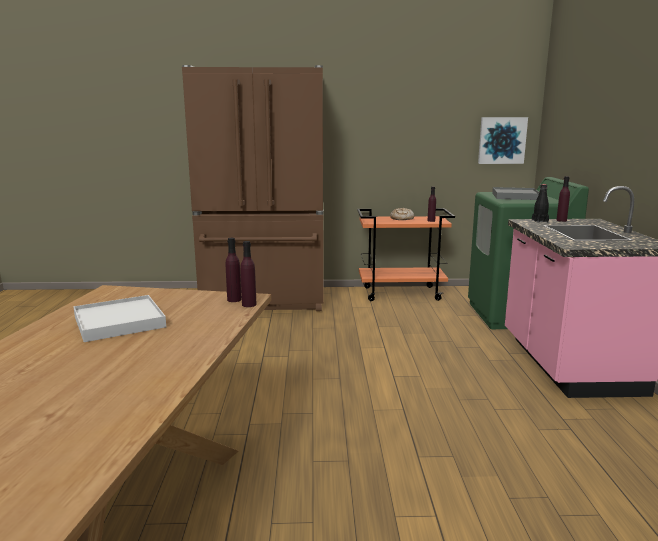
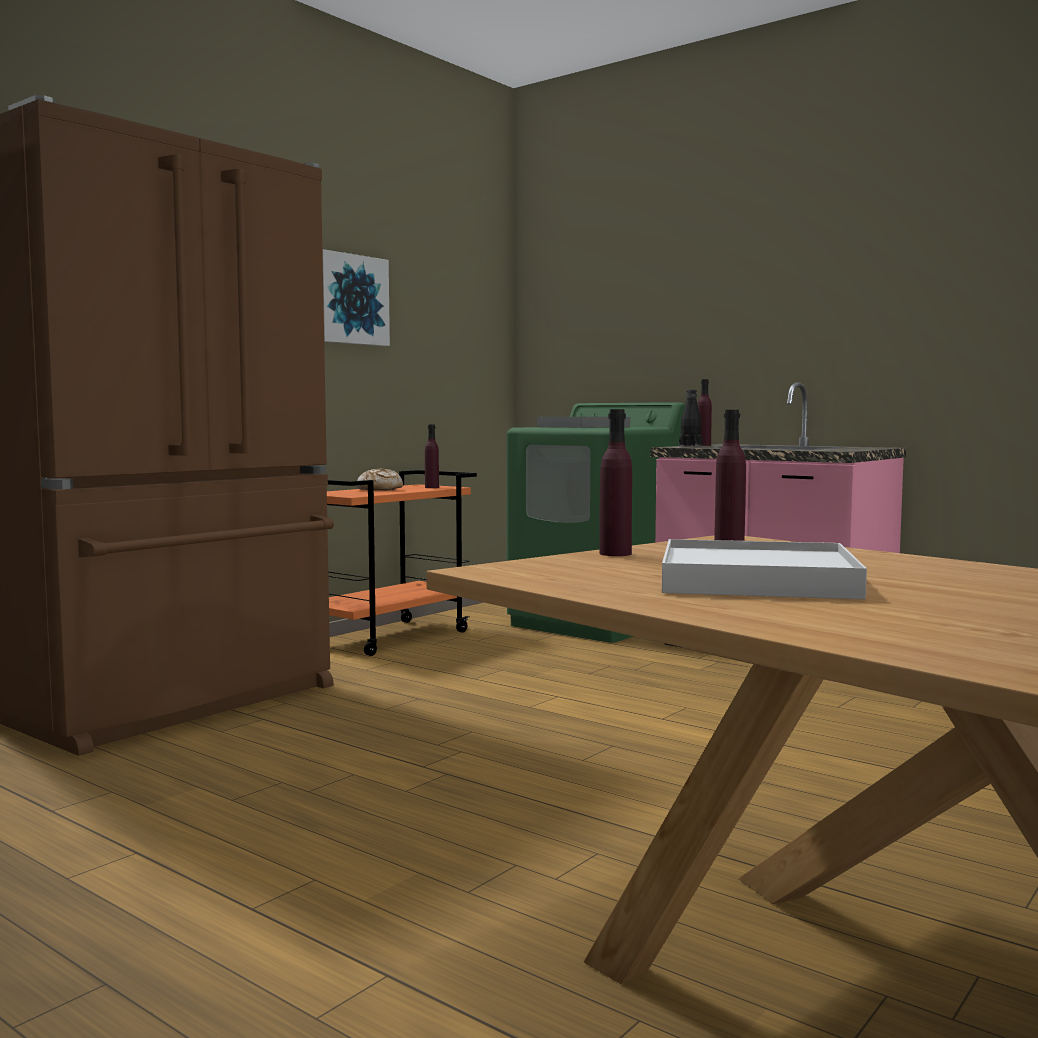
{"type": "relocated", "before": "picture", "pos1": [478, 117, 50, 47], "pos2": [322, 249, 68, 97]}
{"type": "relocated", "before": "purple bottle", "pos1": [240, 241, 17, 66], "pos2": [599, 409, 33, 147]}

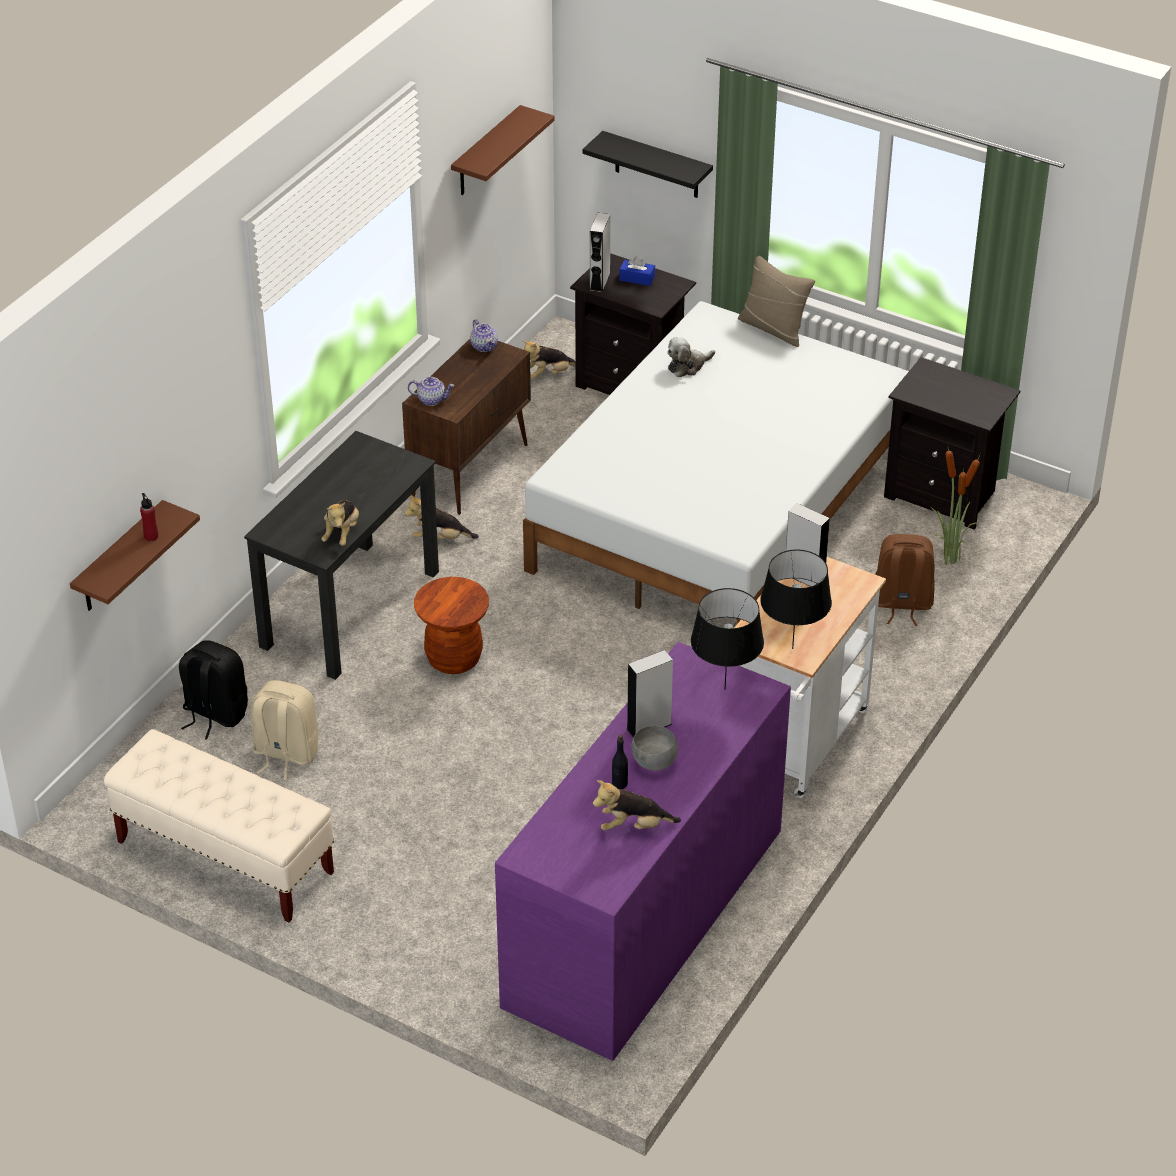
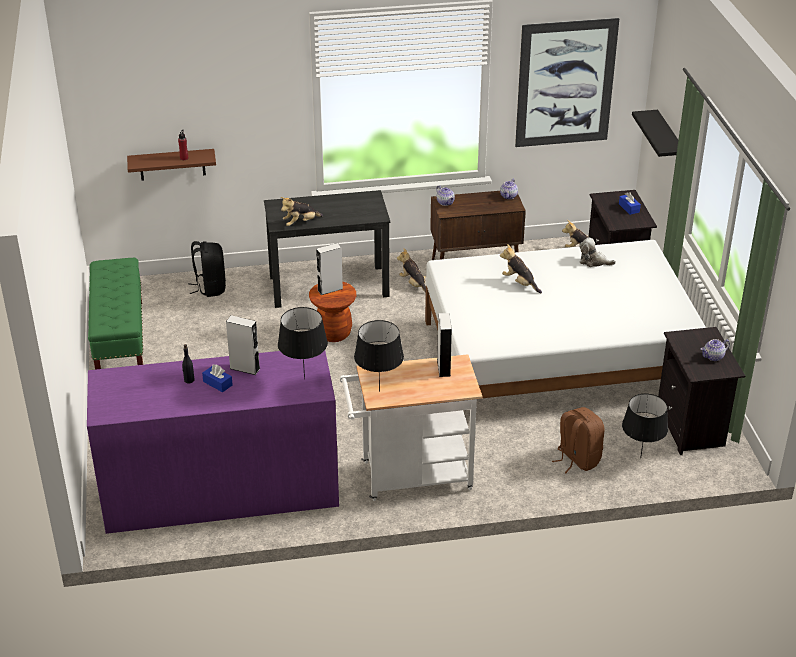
{"type": "colour", "before": "beige bench", "after": "green bench", "pos1": [104, 729, 230, 194], "pos2": [88, 258, 55, 112]}
{"type": "exchanged", "before": "grey bowl", "after": "blue tissue box", "pos1": [632, 725, 46, 46], "pos2": [202, 365, 31, 27]}
{"type": "relocated", "before": "grey speaker", "pos1": [589, 213, 21, 79], "pos2": [316, 243, 27, 52]}
{"type": "relocated", "before": "plush toy", "pos1": [593, 780, 88, 51], "pos2": [500, 244, 42, 49]}
{"type": "exchanged", "before": "brown shelf", "after": "picture", "pos1": [451, 105, 104, 90], "pos2": [515, 18, 104, 129]}
{"type": "exchanged", "before": "potted plant", "after": "black table lamp", "pos1": [930, 449, 50, 116], "pos2": [622, 394, 46, 61]}
{"type": "appeared", "after": "teapot", "pos2": [701, 339, 29, 22]}
{"type": "missing", "before": "beige backpack", "pos1": [252, 680, 66, 100]}
{"type": "missing", "before": "beige pillow", "pos1": [738, 256, 77, 91]}

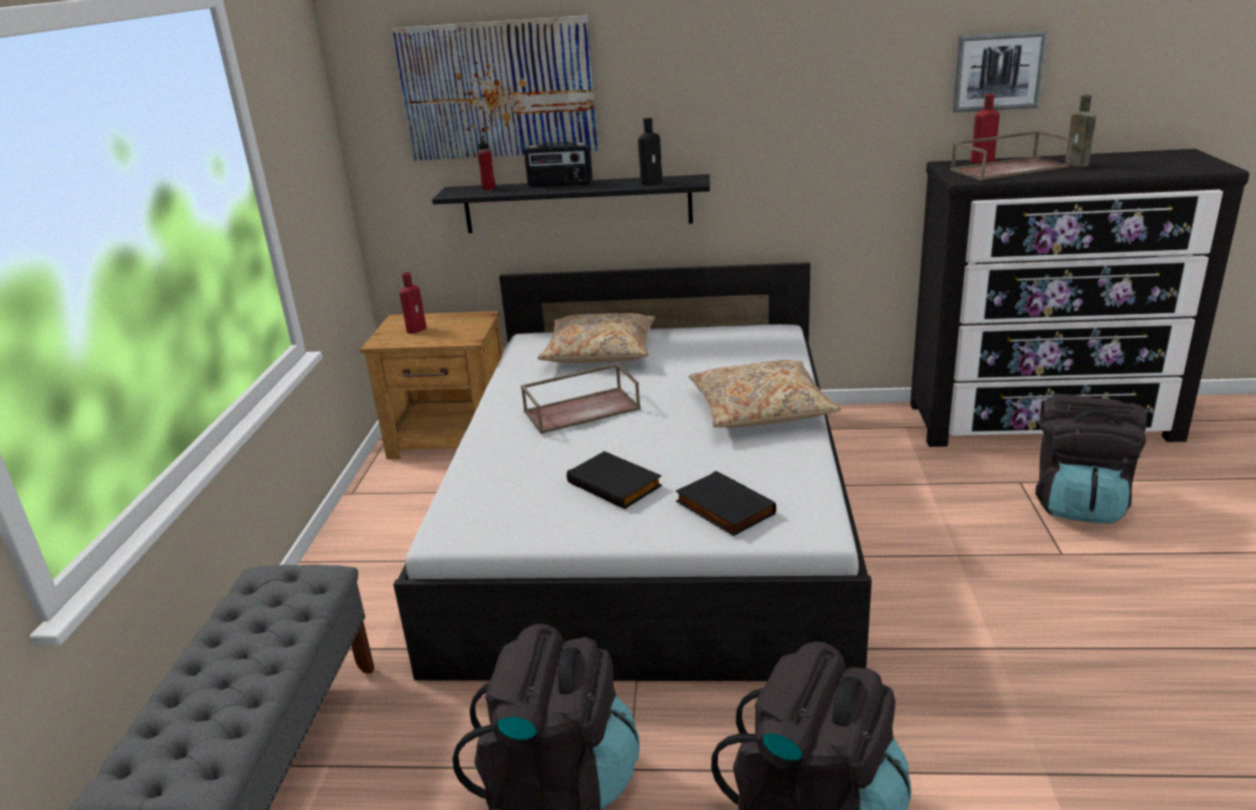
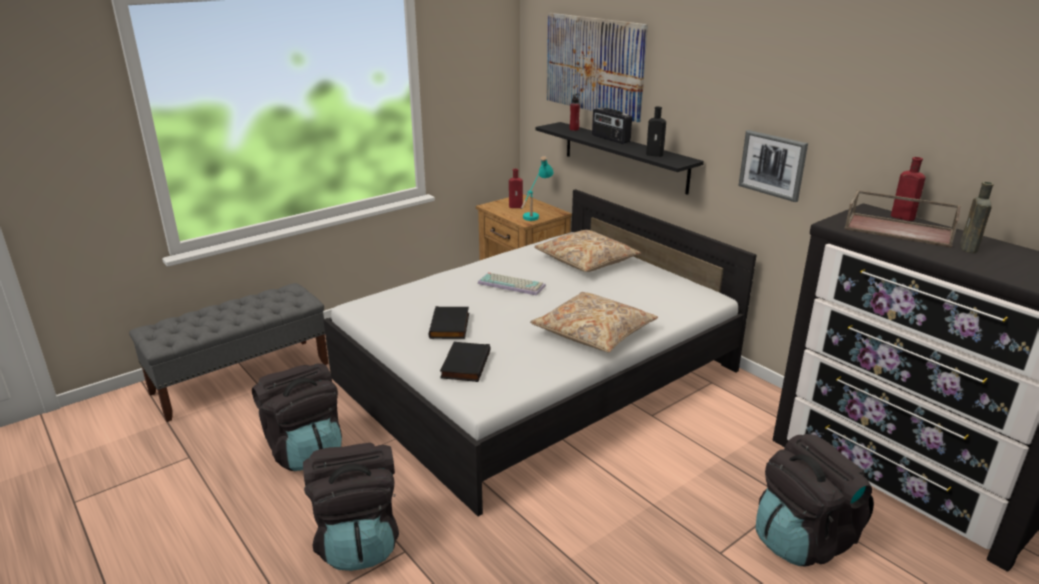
{"type": "exchanged", "before": "brown tray", "after": "keyboard", "pos1": [521, 363, 120, 71], "pos2": [478, 272, 68, 24]}
{"type": "appeared", "after": "turquoise table lamp", "pos2": [521, 156, 33, 65]}
{"type": "relocated", "before": "picture", "pos1": [952, 30, 96, 82], "pos2": [738, 130, 70, 72]}

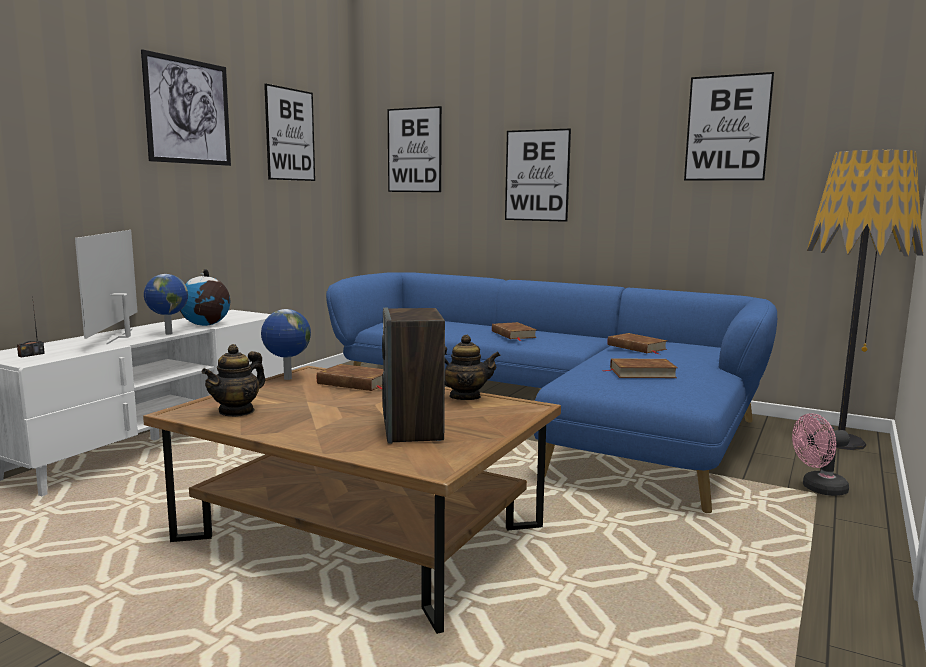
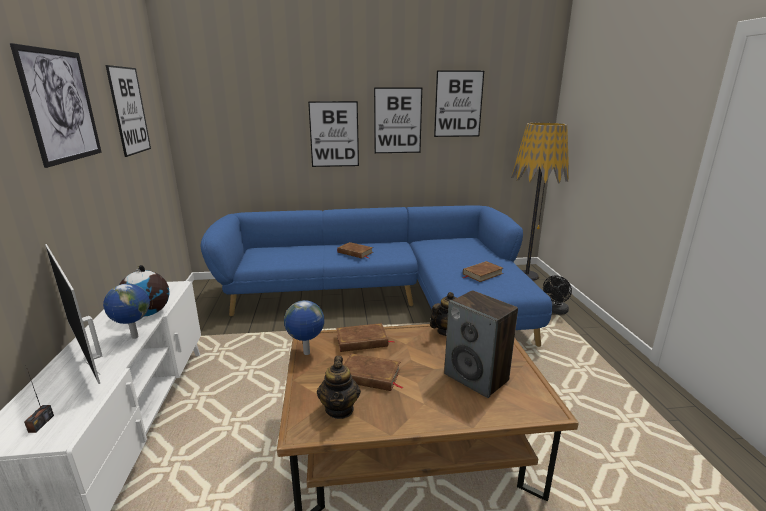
{"type": "relocated", "before": "brown book", "pos1": [607, 333, 61, 21], "pos2": [344, 353, 59, 38]}
{"type": "relocated", "before": "picture", "pos1": [388, 106, 54, 86], "pos2": [374, 88, 48, 65]}
{"type": "colour", "before": "pink fan", "after": "black fan", "pos1": [792, 413, 58, 83], "pos2": [543, 276, 29, 38]}

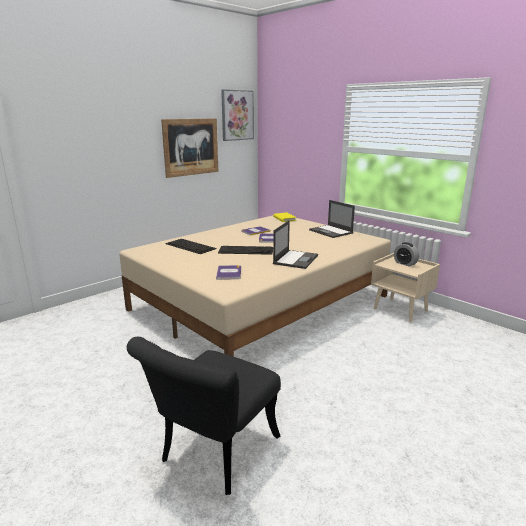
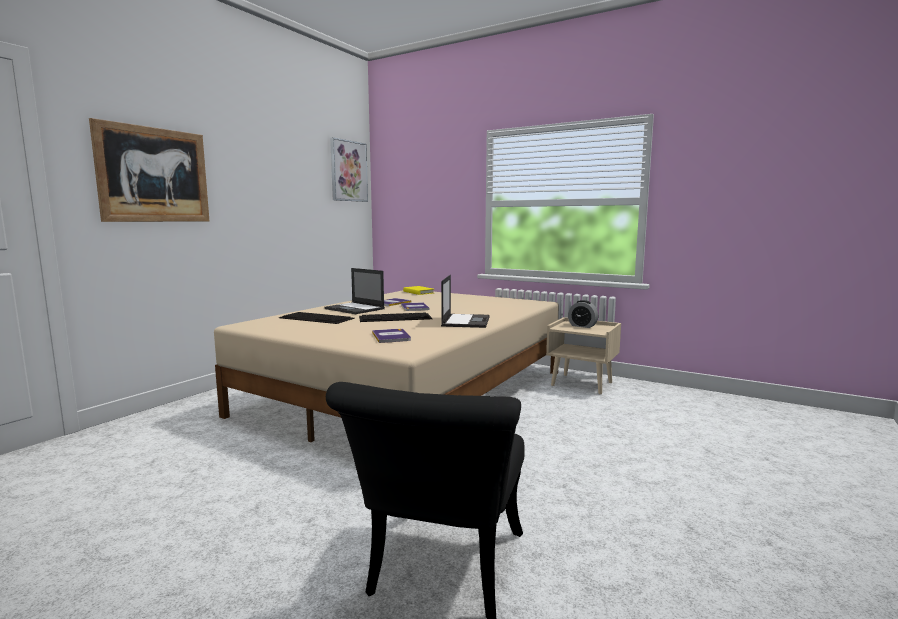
{"type": "relocated", "before": "picture", "pos1": [161, 118, 57, 60], "pos2": [89, 118, 120, 104]}
{"type": "relocated", "before": "laptop", "pos1": [309, 200, 46, 38], "pos2": [324, 268, 61, 46]}

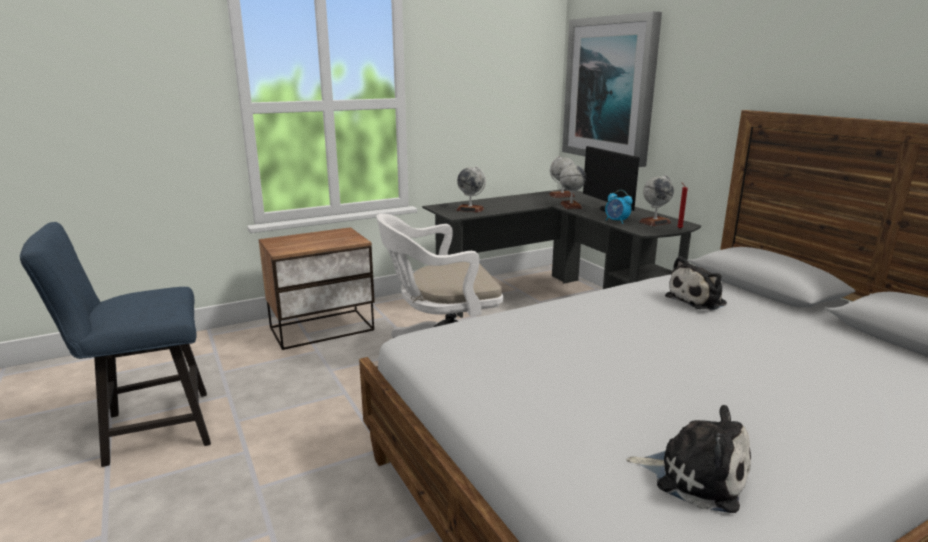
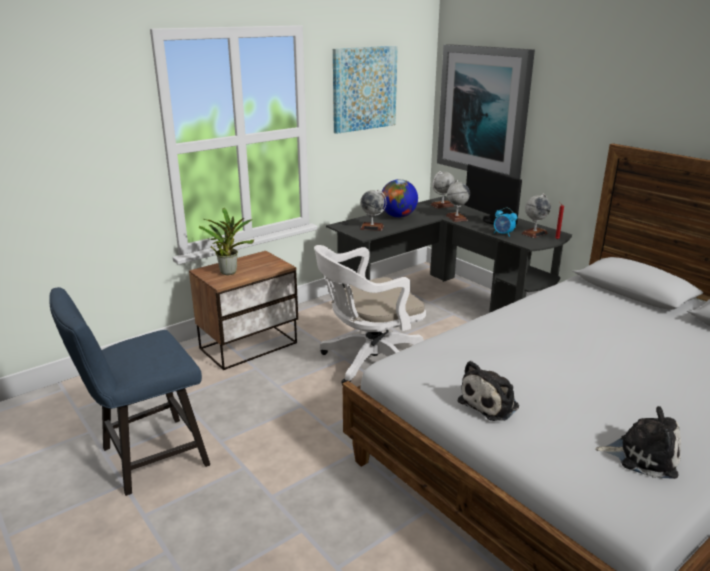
{"type": "appeared", "after": "potted plant", "pos2": [199, 208, 55, 67]}
{"type": "appeared", "after": "picture", "pos2": [333, 46, 65, 88]}
{"type": "appeared", "after": "globe", "pos2": [381, 179, 37, 39]}
{"type": "relocated", "before": "plush toy", "pos1": [665, 256, 62, 54], "pos2": [458, 361, 61, 60]}

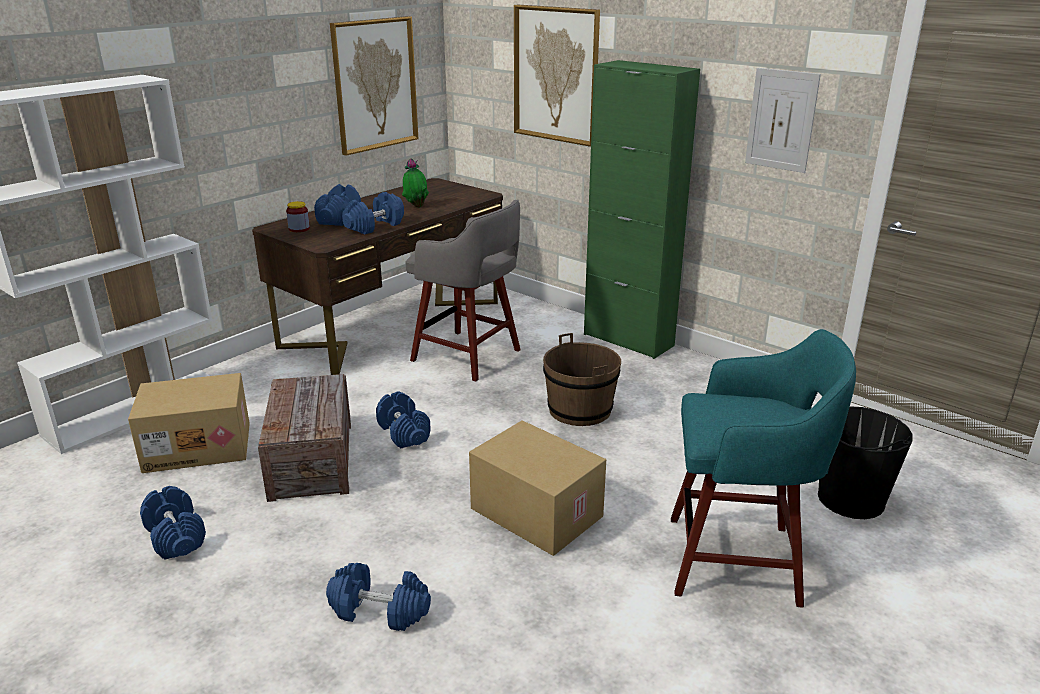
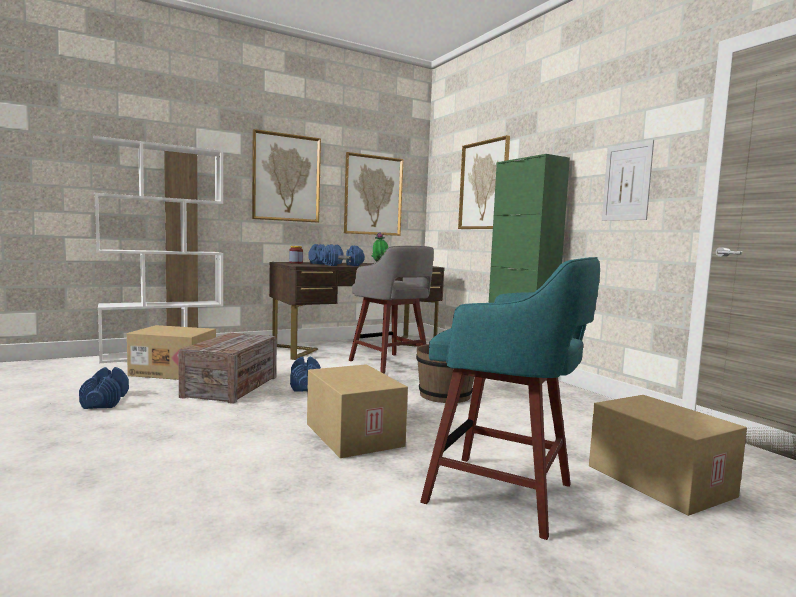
{"type": "appeared", "after": "picture", "pos2": [252, 129, 69, 93]}
{"type": "exchanged", "before": "black bucket", "after": "cardboard box", "pos1": [818, 406, 95, 113], "pos2": [589, 395, 158, 121]}
{"type": "missing", "before": "blue dumbbell", "pos1": [326, 563, 105, 68]}

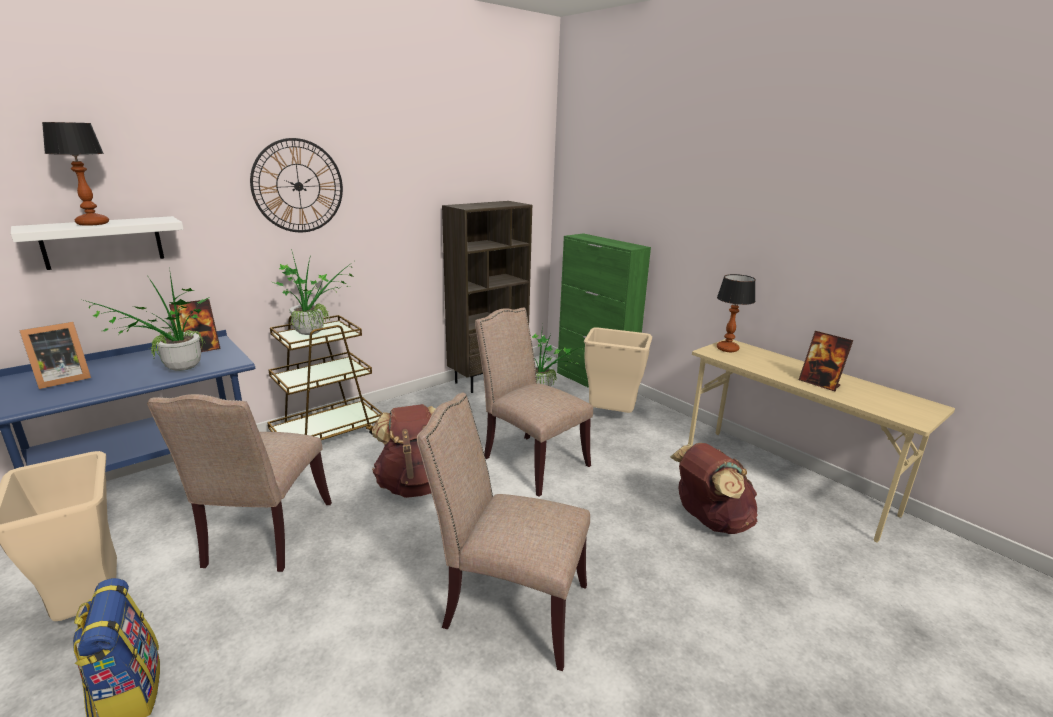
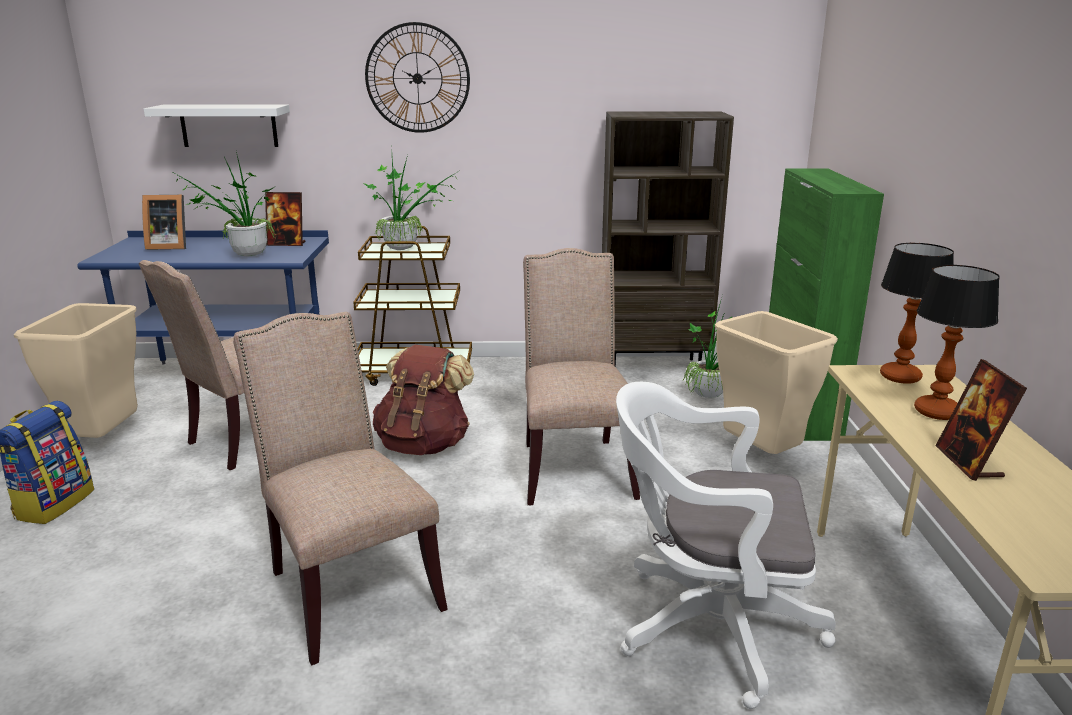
{"type": "exchanged", "before": "brown backpack", "after": "white office chair", "pos1": [670, 443, 88, 91], "pos2": [616, 382, 220, 327]}
{"type": "relocated", "before": "table lamp", "pos1": [42, 122, 67, 104], "pos2": [914, 265, 86, 155]}

